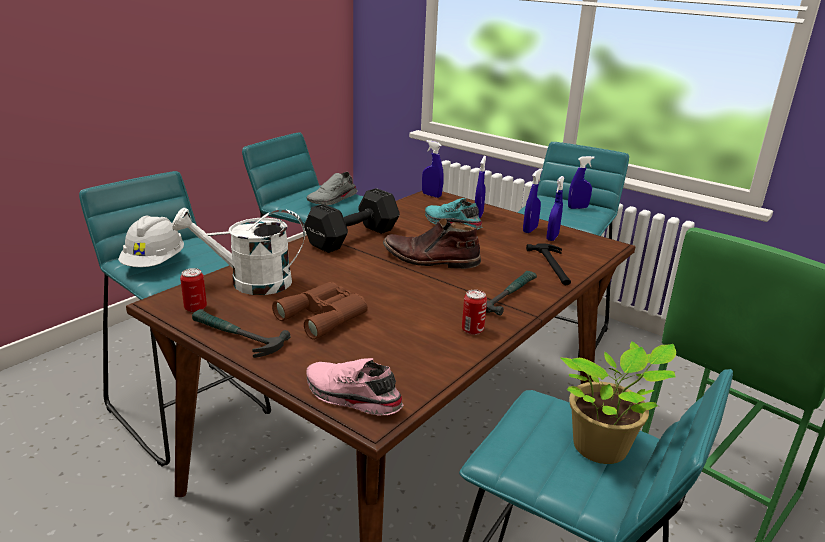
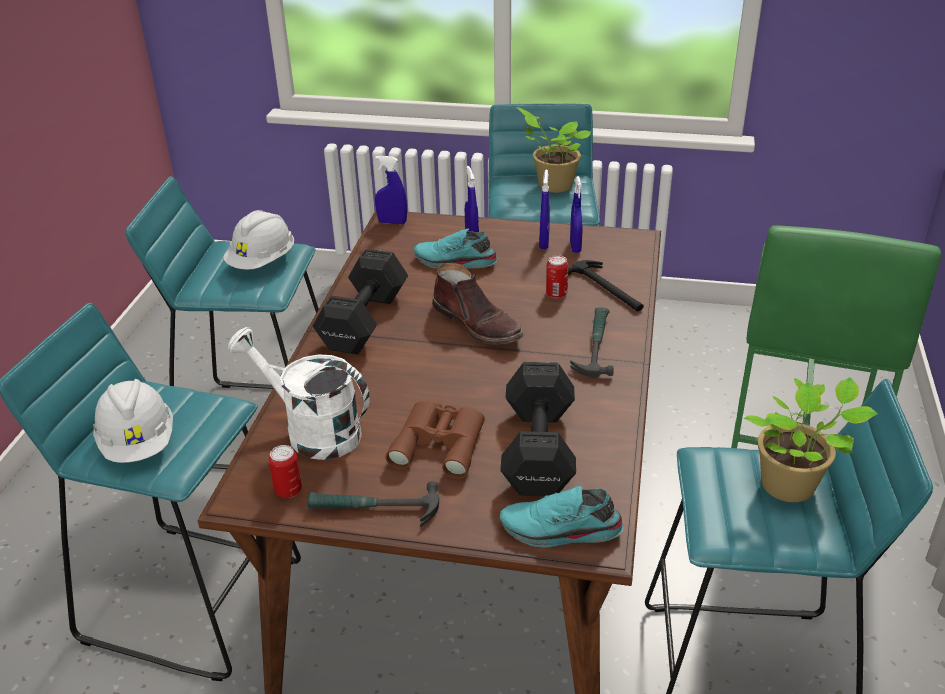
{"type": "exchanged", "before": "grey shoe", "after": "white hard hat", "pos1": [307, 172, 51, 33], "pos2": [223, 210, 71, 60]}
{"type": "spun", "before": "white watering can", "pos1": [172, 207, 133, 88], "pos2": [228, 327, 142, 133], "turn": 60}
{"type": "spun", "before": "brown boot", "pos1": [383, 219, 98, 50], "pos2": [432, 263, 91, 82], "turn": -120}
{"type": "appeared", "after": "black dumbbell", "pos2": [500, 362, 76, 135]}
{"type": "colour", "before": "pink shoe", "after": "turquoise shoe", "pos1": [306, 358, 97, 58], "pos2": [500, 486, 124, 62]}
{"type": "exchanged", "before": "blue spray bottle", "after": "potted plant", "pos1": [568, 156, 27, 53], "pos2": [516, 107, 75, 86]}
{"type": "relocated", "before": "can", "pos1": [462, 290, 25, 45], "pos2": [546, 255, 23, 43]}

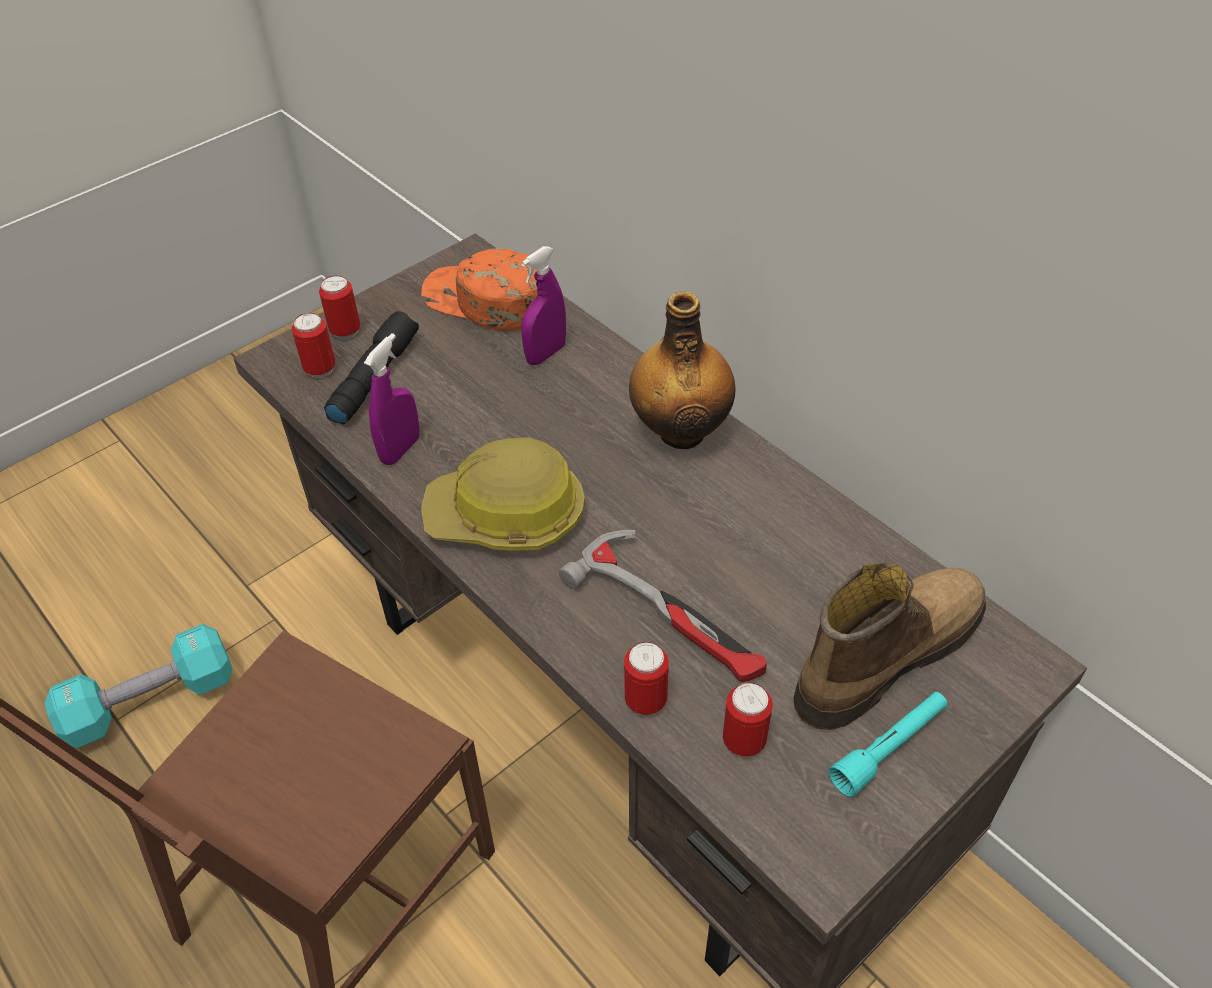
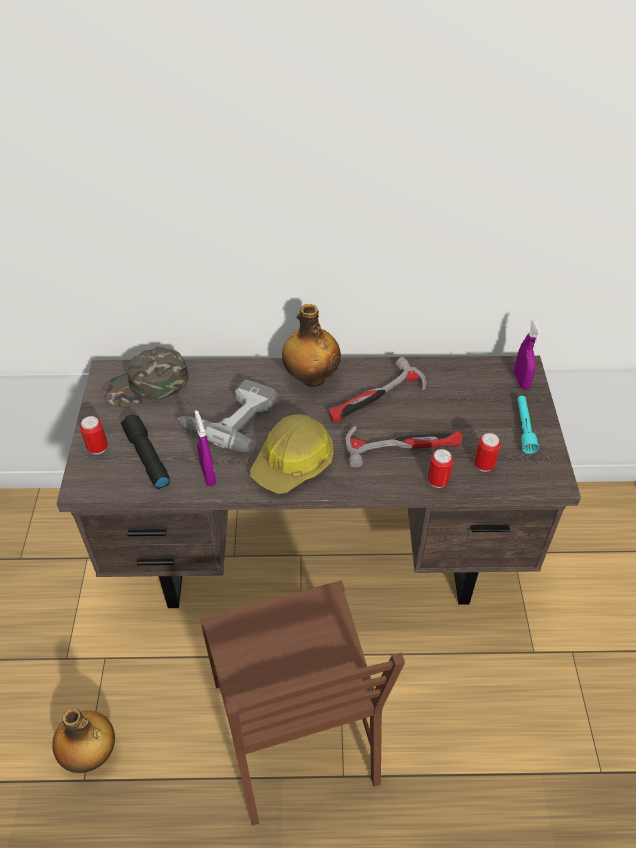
{"type": "exchanged", "before": "turquoise dumbbell", "after": "bottle", "pos1": [44, 624, 188, 125], "pos2": [52, 708, 63, 65]}
{"type": "colour", "before": "orange cap", "after": "green cap", "pos1": [421, 248, 117, 83], "pos2": [103, 347, 85, 61]}
{"type": "appeared", "after": "power drill", "pos2": [178, 380, 100, 73]}
{"type": "appeared", "after": "hammer", "pos2": [329, 357, 97, 66]}
{"type": "relocated", "before": "purple spray bottle", "pos1": [521, 246, 45, 119], "pos2": [514, 321, 28, 68]}
{"type": "missing", "before": "can", "pos1": [292, 313, 43, 65]}
{"type": "missing", "before": "boot", "pos1": [793, 563, 193, 167]}

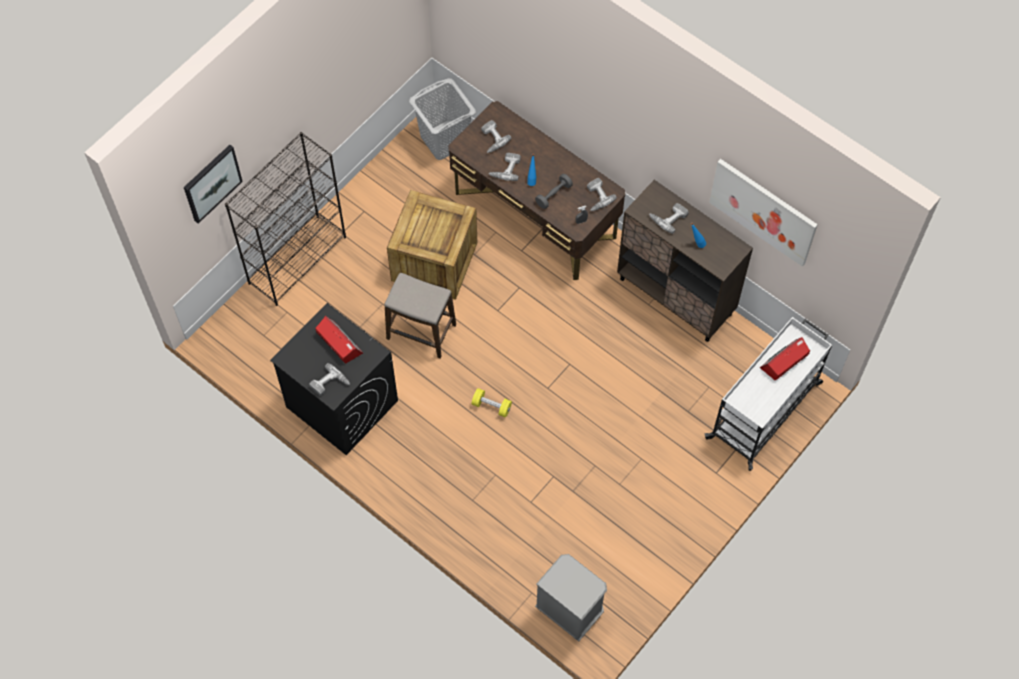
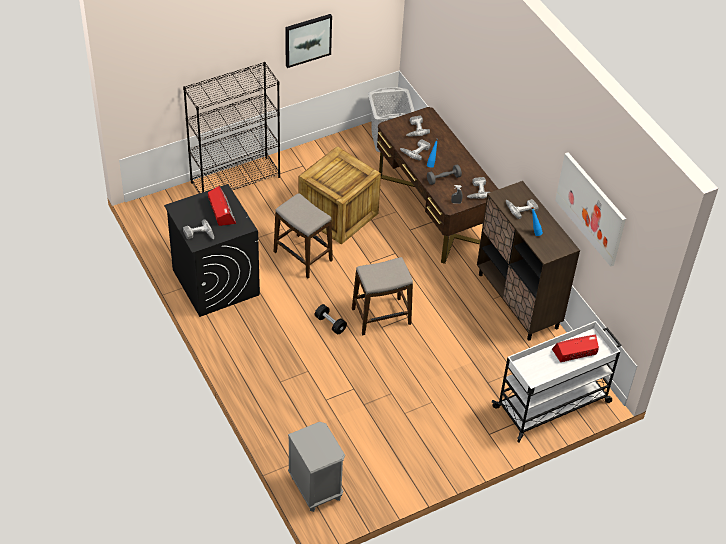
{"type": "relocated", "before": "picture", "pos1": [184, 145, 59, 78], "pos2": [285, 14, 47, 54]}
{"type": "colour", "before": "yellow dumbbell", "after": "black dumbbell", "pos1": [471, 388, 41, 30], "pos2": [314, 304, 33, 30]}
{"type": "appeared", "after": "stool", "pos2": [352, 257, 61, 78]}

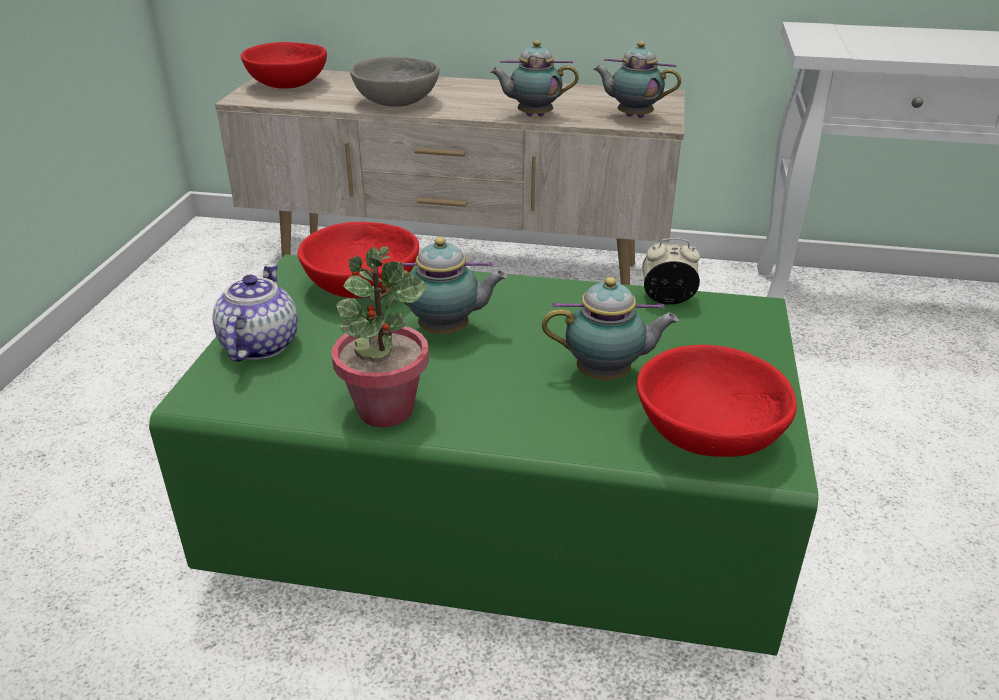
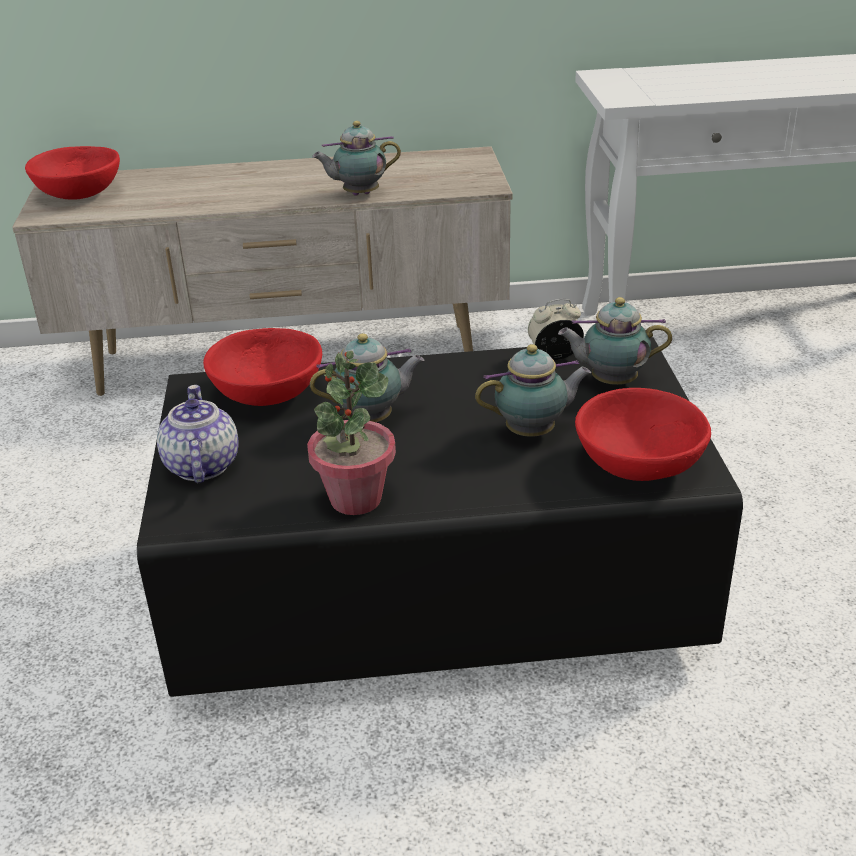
{"type": "colour", "before": "green coffee table", "after": "black coffee table", "pos1": [149, 254, 669, 401], "pos2": [137, 337, 606, 360]}
{"type": "relocated", "before": "teapot", "pos1": [594, 41, 87, 77], "pos2": [558, 297, 114, 88]}
{"type": "missing", "before": "grey bowl", "pos1": [350, 57, 89, 50]}

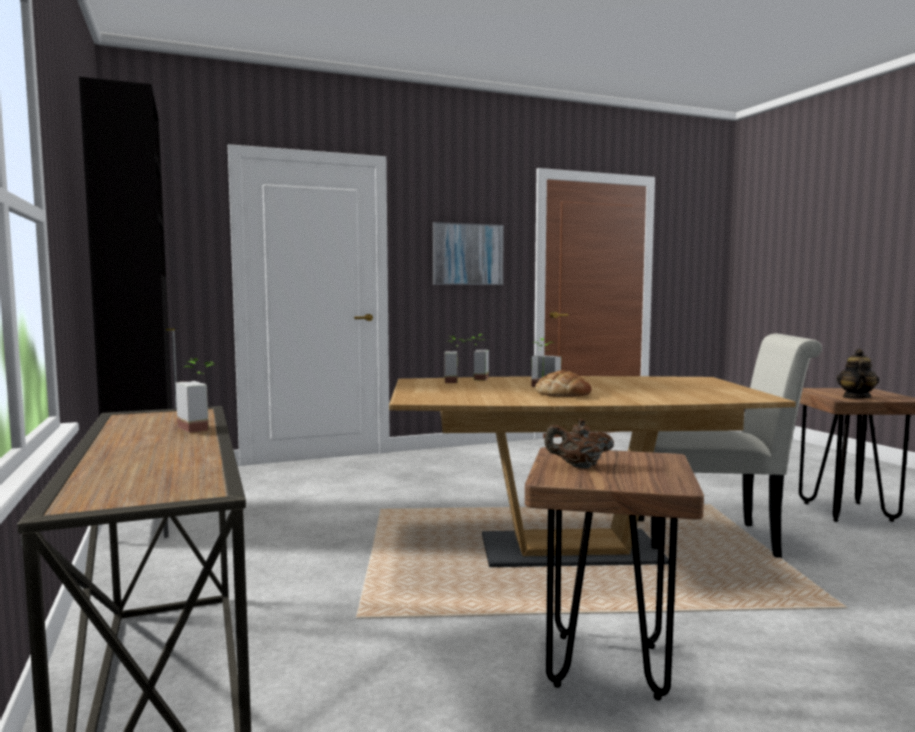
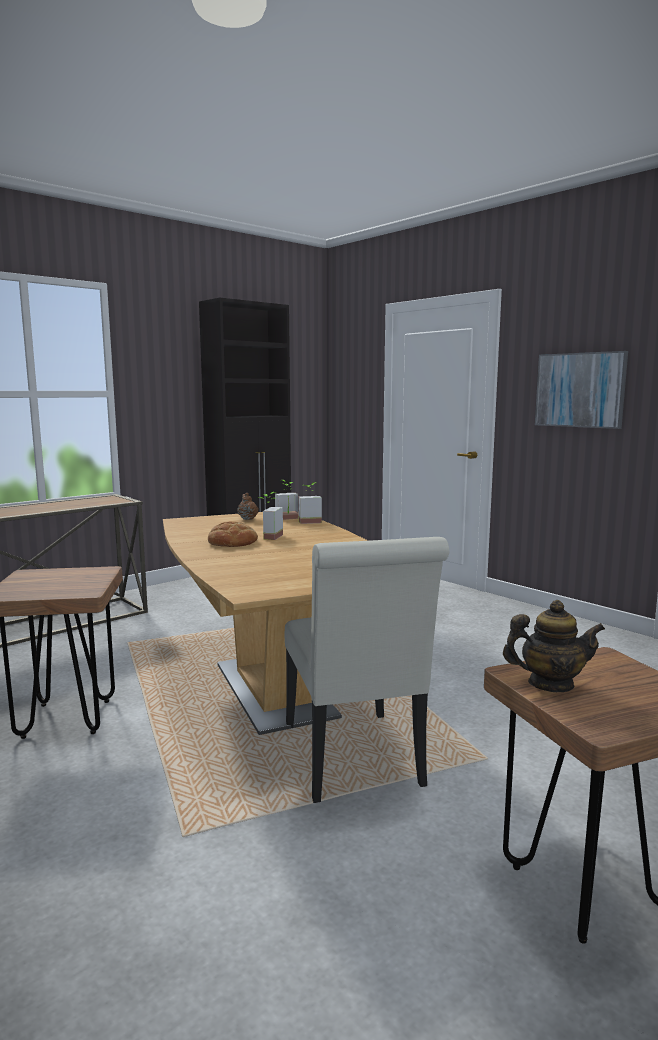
{"type": "relocated", "before": "brown teapot", "pos1": [544, 419, 70, 49], "pos2": [237, 493, 21, 27]}
{"type": "missing", "before": "potted plant", "pos1": [176, 358, 38, 74]}

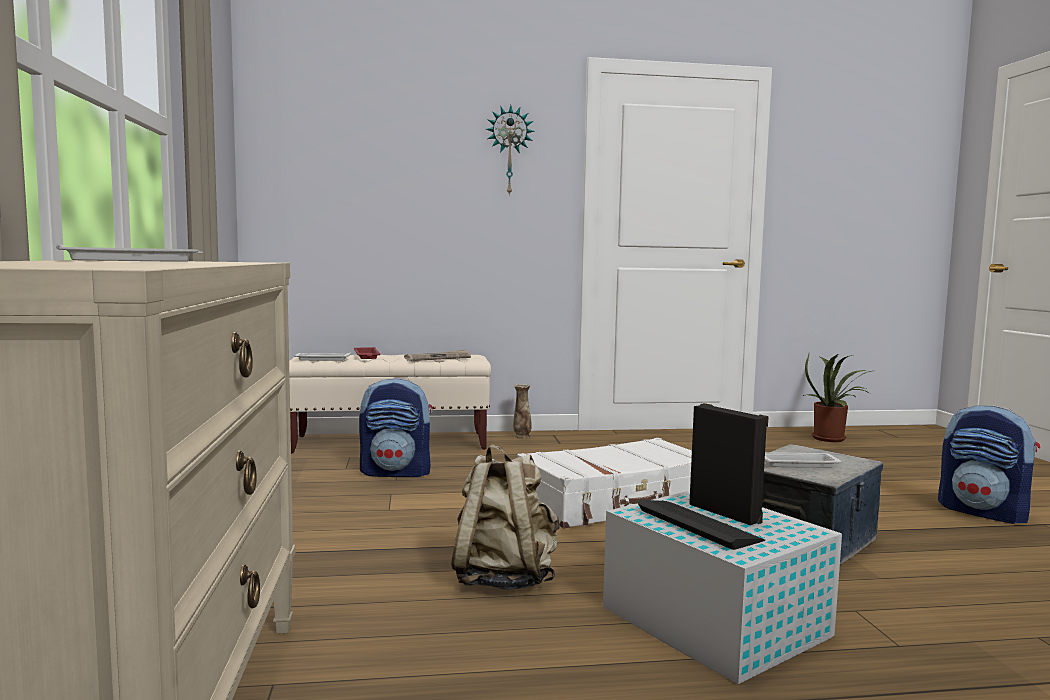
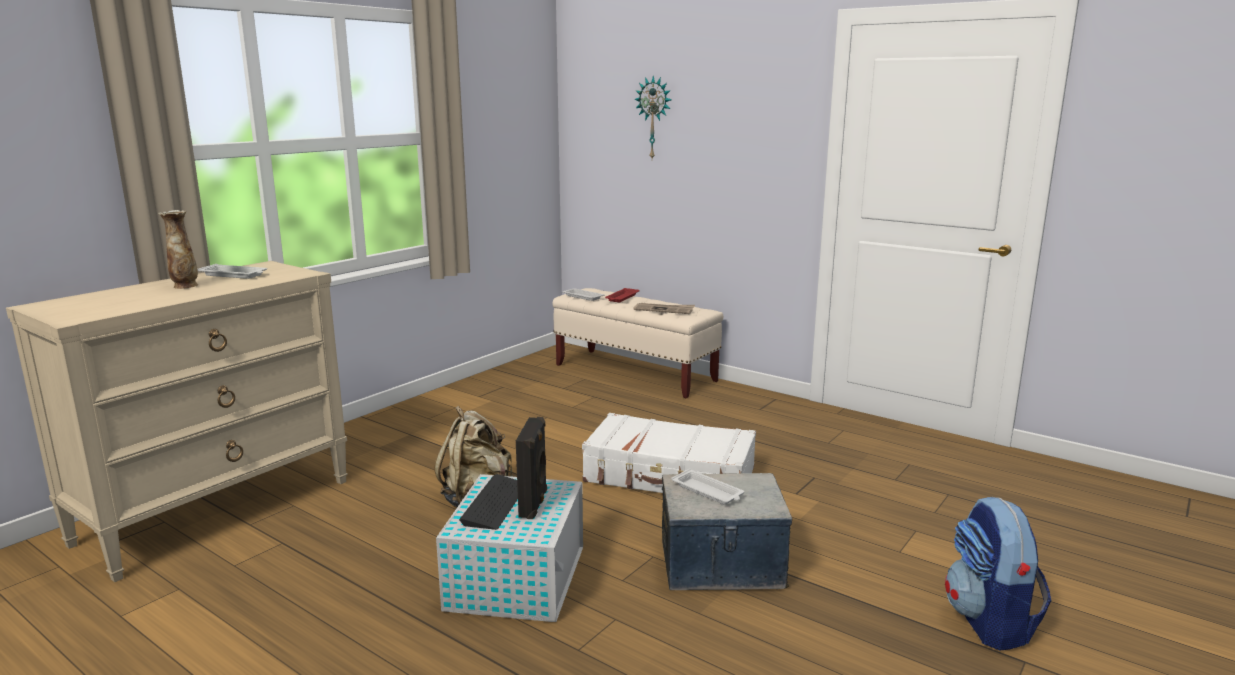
{"type": "relocated", "before": "vase", "pos1": [513, 384, 19, 55], "pos2": [158, 210, 40, 79]}
{"type": "relocated", "before": "wall clock", "pos1": [486, 105, 49, 91], "pos2": [634, 76, 38, 83]}
{"type": "missing", "before": "backpack", "pos1": [359, 378, 74, 99]}
{"type": "missing", "before": "potted plant", "pos1": [803, 354, 68, 88]}

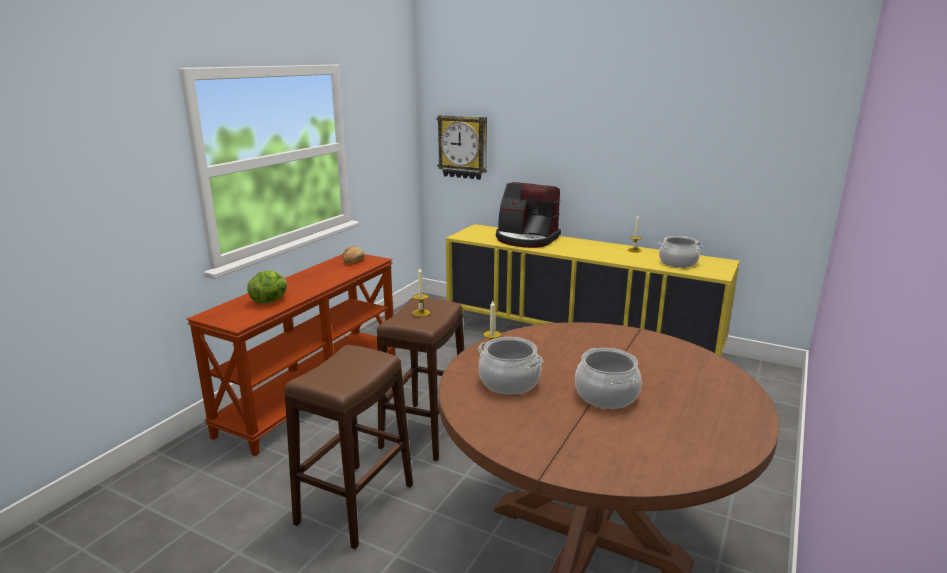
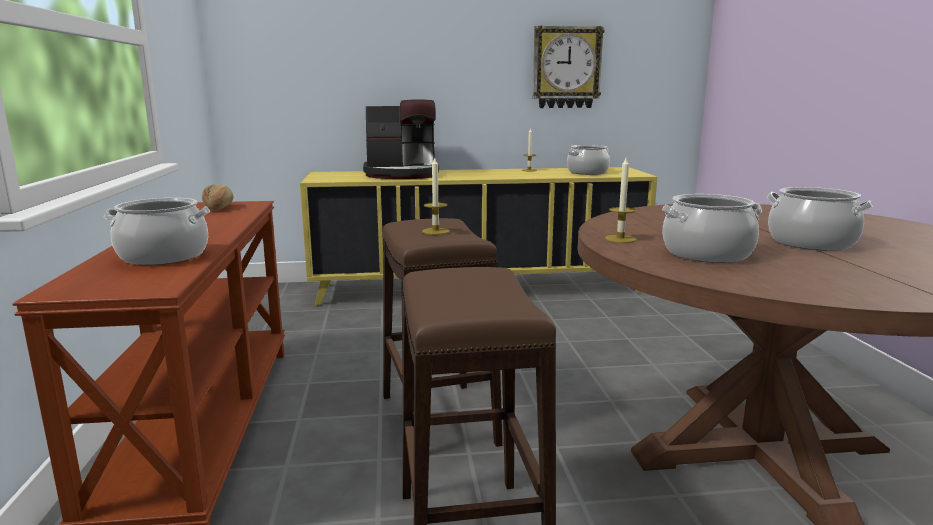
{"type": "exchanged", "before": "lettuce", "after": "cooking pot", "pos1": [247, 271, 40, 33], "pos2": [104, 198, 106, 67]}
{"type": "relocated", "before": "wall clock", "pos1": [436, 115, 51, 65], "pos2": [533, 26, 71, 82]}

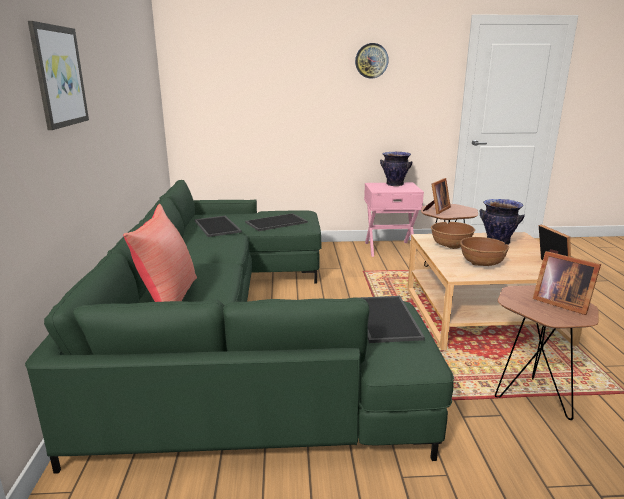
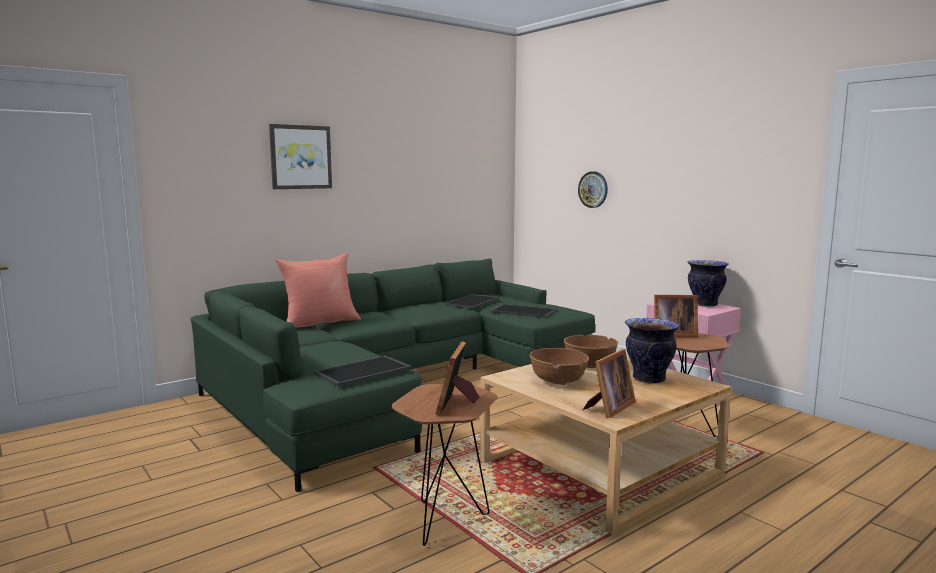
{"type": "relocated", "before": "wall clock", "pos1": [355, 43, 34, 35], "pos2": [578, 171, 30, 37]}

